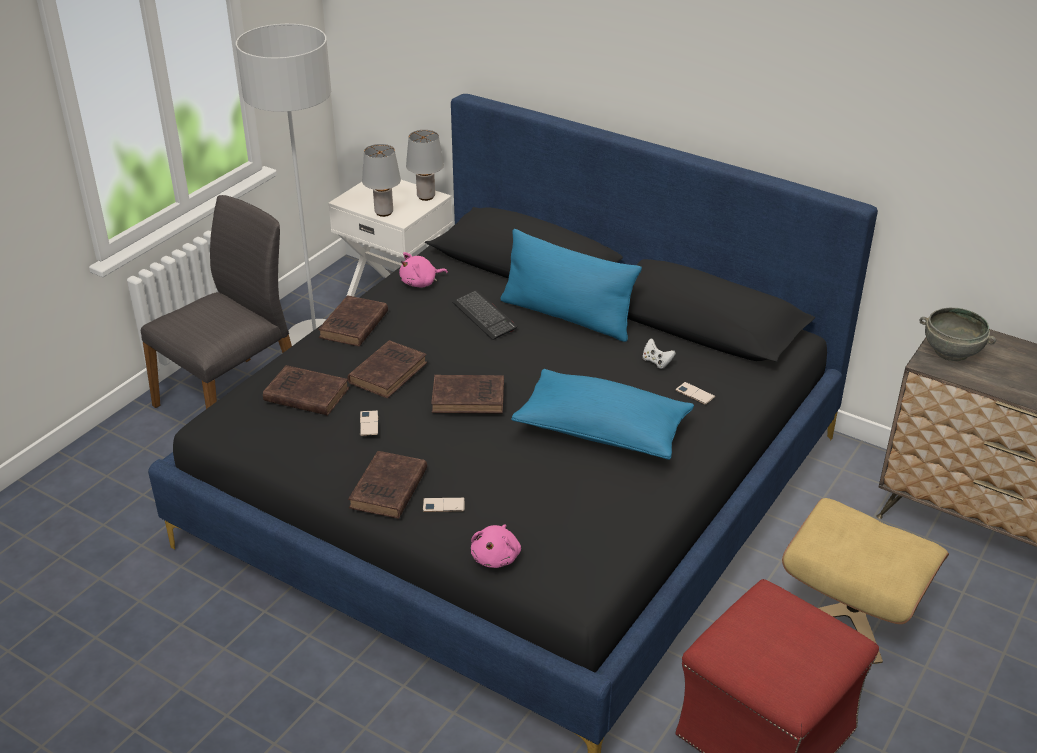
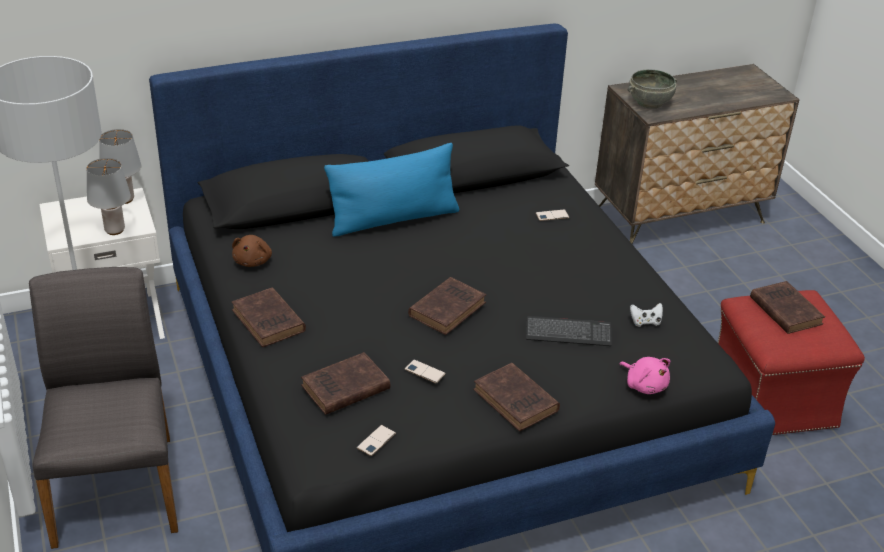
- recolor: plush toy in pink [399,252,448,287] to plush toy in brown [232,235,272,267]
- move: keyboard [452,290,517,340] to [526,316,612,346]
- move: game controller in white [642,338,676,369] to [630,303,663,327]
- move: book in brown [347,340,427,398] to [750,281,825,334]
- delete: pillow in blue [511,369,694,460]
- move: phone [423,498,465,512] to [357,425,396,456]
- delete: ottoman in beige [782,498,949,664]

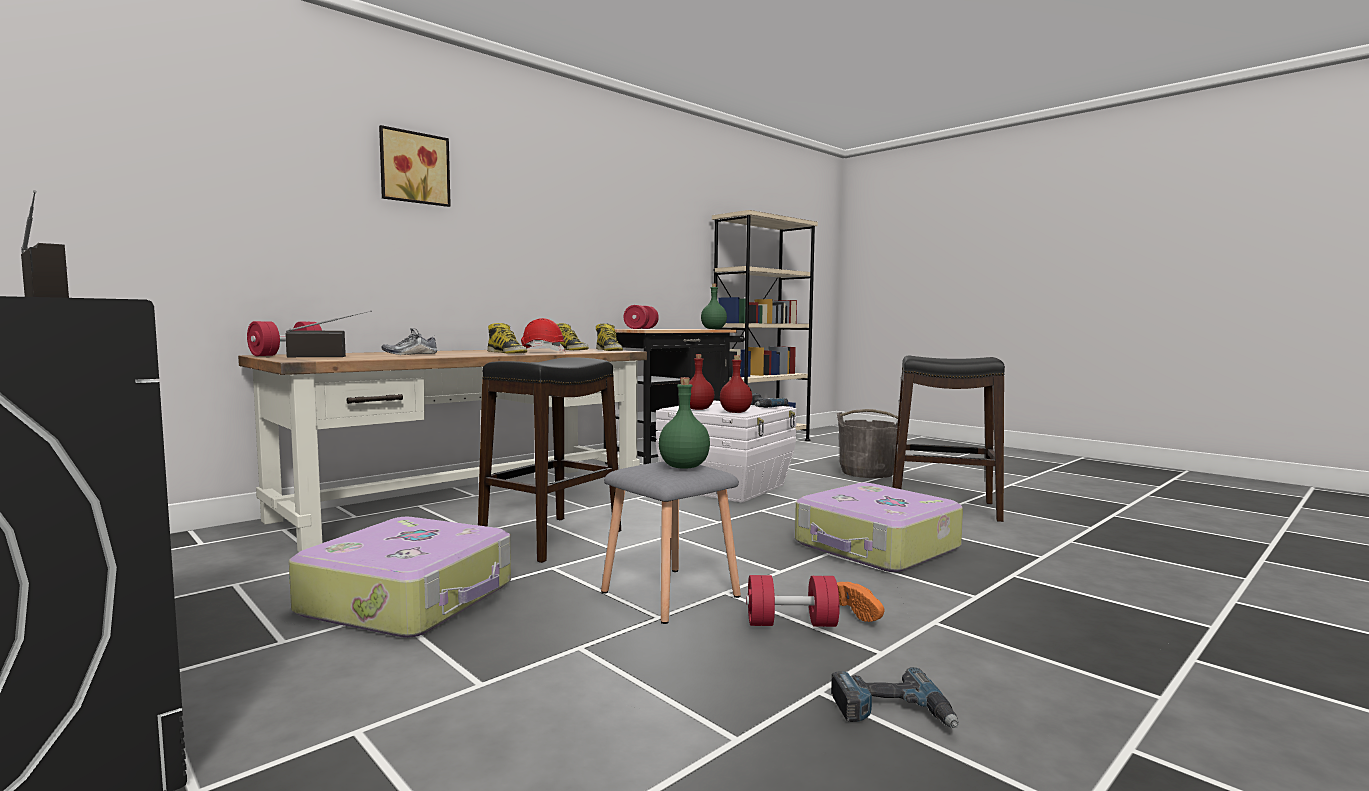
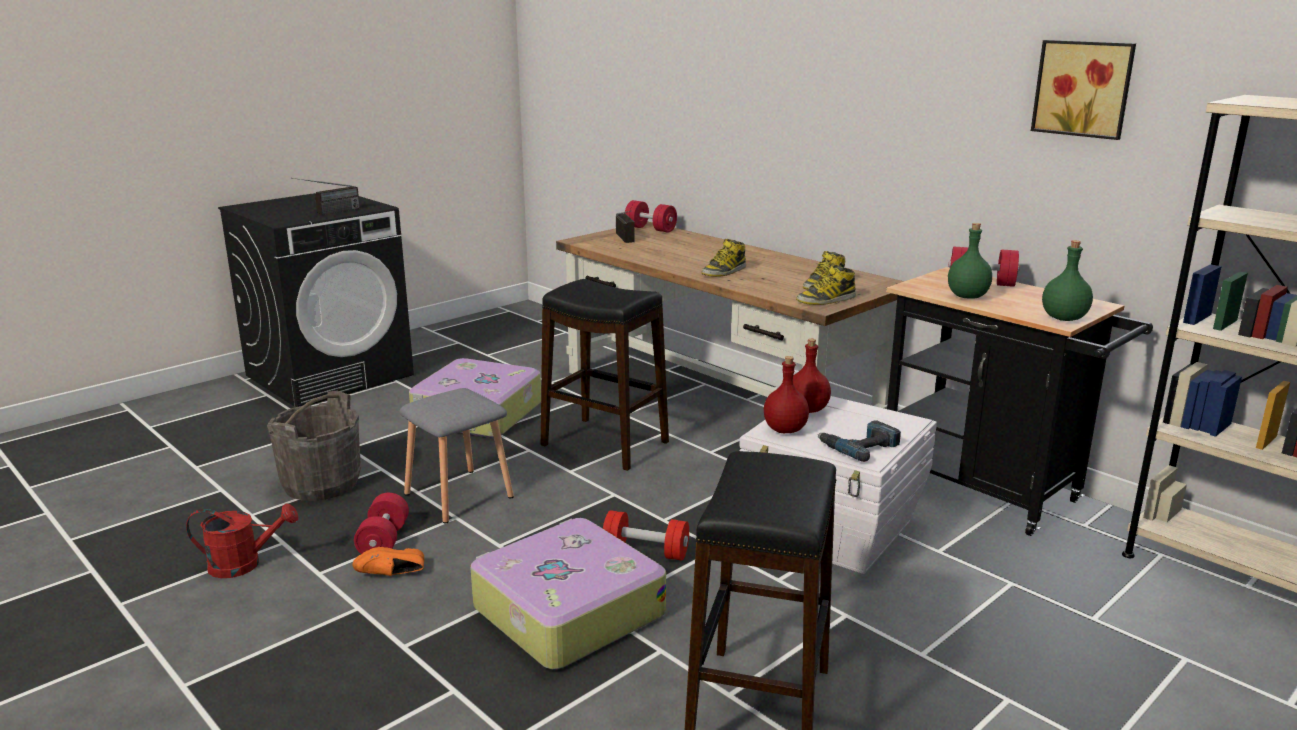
- move: picture [379,125,451,207] to [1031,40,1136,140]
- delete: hard hat in red [521,318,565,351]
- delete: shoe [382,328,437,355]
- move: bottle in green [659,377,710,469] to [948,223,992,299]
- move: bucket in grey [837,409,898,478] to [267,391,361,501]
- replace: power drill [831,667,959,728] to watering can in red [186,503,298,578]
- insert: dumbbell in red [603,510,689,561]

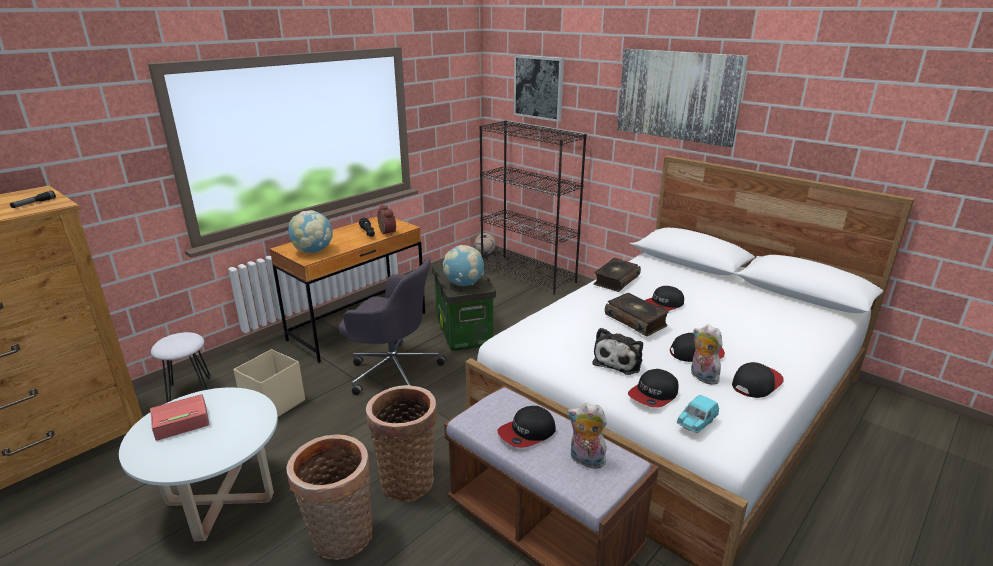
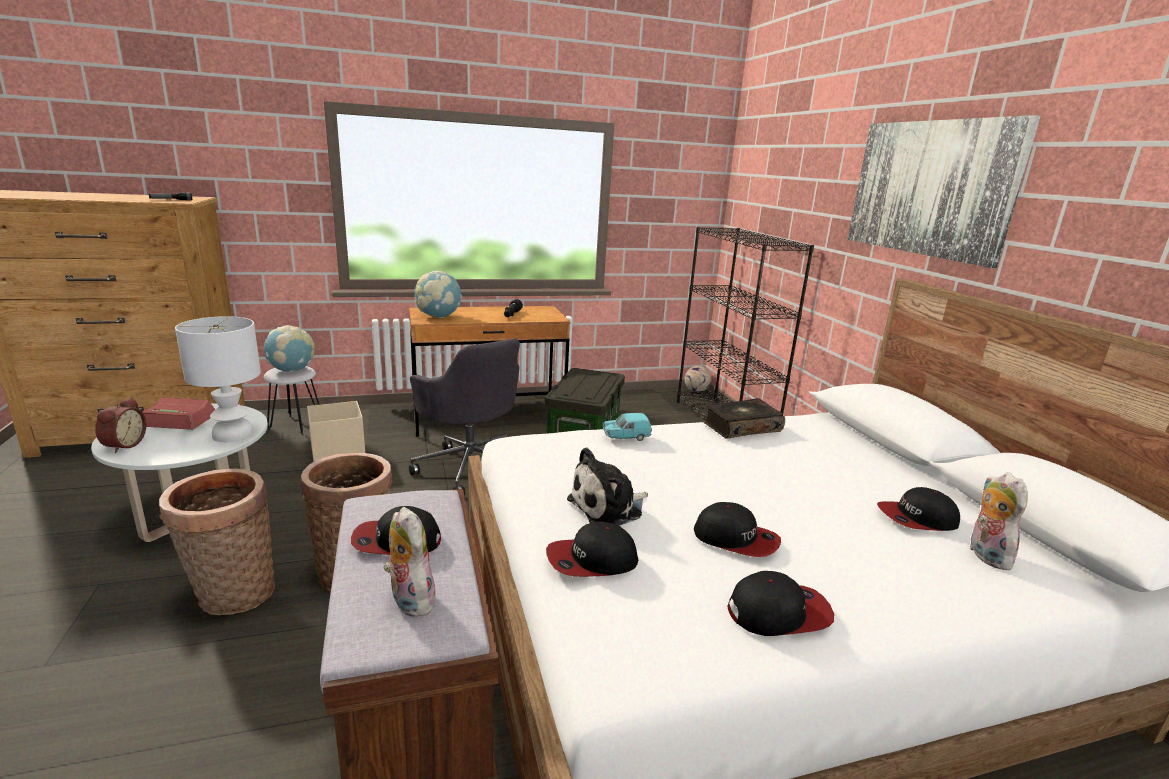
- delete: picture [514,55,564,122]
- move: alarm clock [378,205,396,235] to [95,397,147,453]
- move: globe [443,245,484,286] to [264,325,315,372]
- move: cap [645,286,684,311] to [877,487,960,531]
- delete: book [605,293,669,336]
- move: plush toy [691,325,723,385] to [970,472,1028,571]
- move: toy car in turquoise [677,395,719,433] to [603,413,652,441]
- insert: table lamp in white [175,316,261,442]

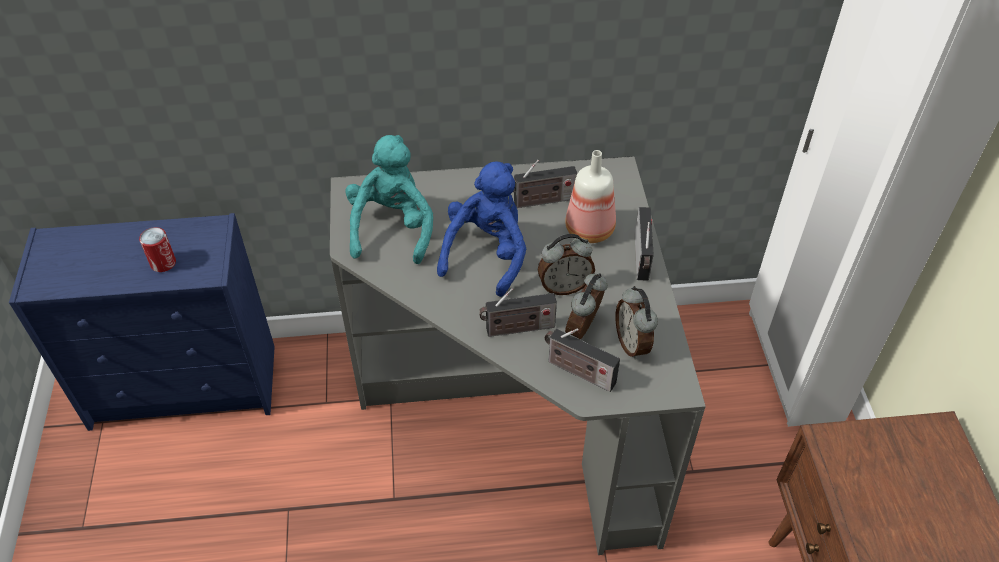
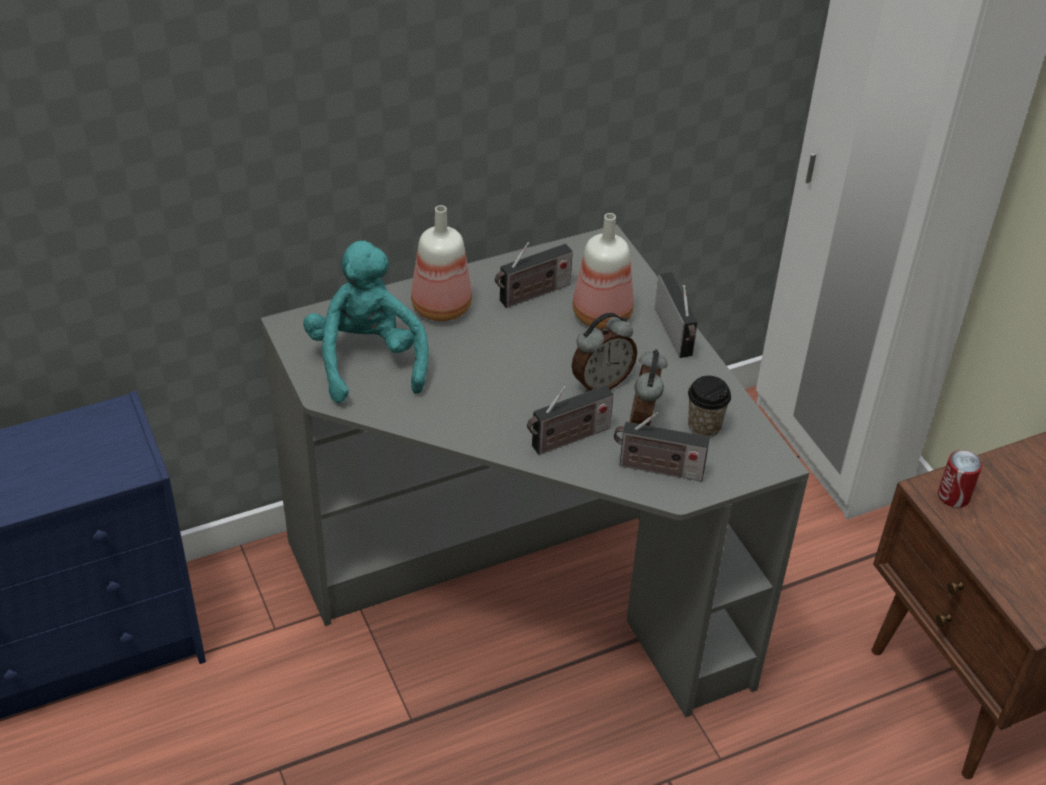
- delete: plush toy in blue [437,162,526,297]
- move: can [139,227,176,272] to [938,450,982,508]
- replace: alarm clock [616,286,658,360] to cup [688,376,731,437]
- insert: bottle [411,205,472,321]

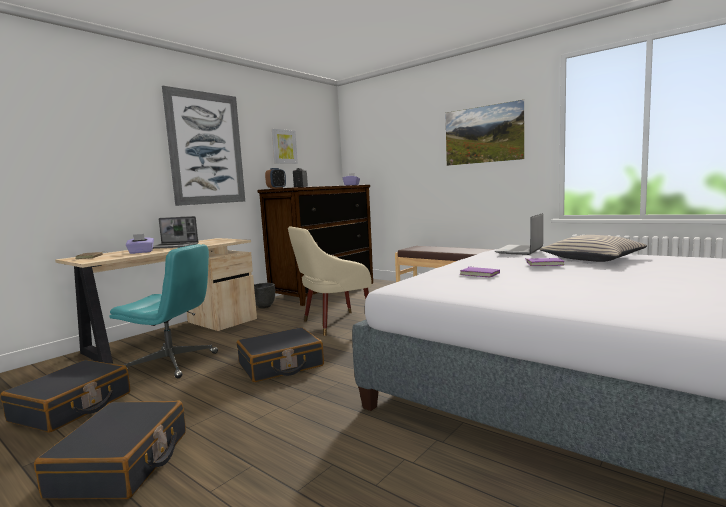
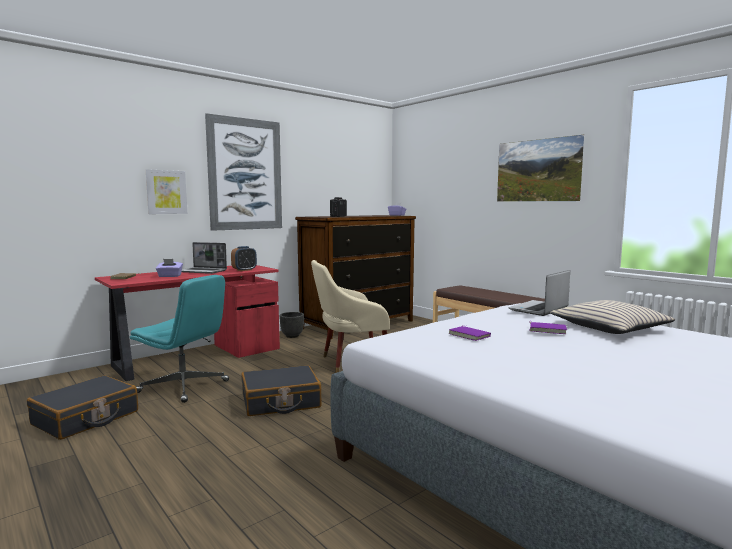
- move: picture [272,129,298,164] to [146,169,187,214]
- move: alarm clock [265,168,286,189] to [231,246,257,271]
- recolor: desk in beige [55,238,257,364] to desk in red [95,265,280,381]
- delete: suitcase in black [34,401,186,499]

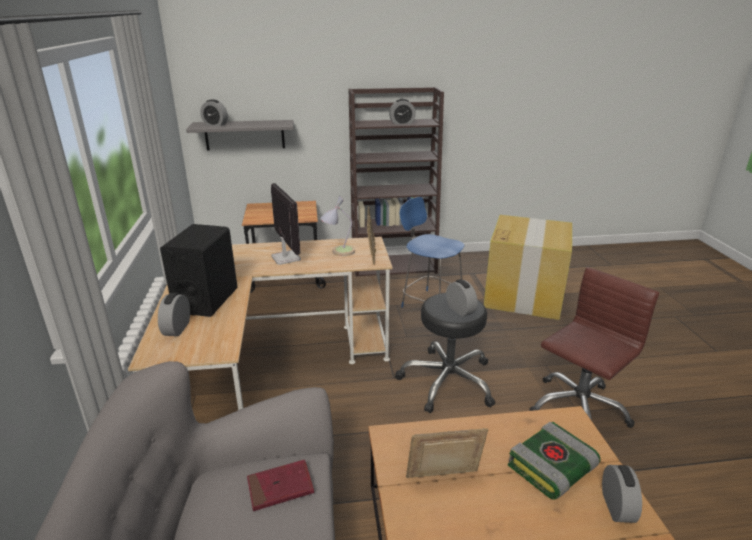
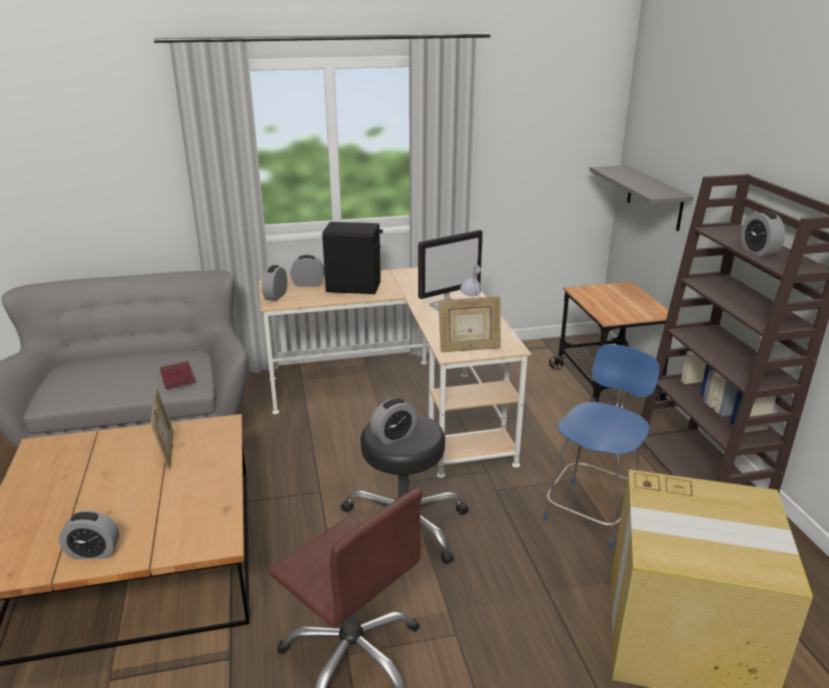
- move: alarm clock [200,99,228,126] to [262,265,287,301]
- delete: book [508,422,601,500]

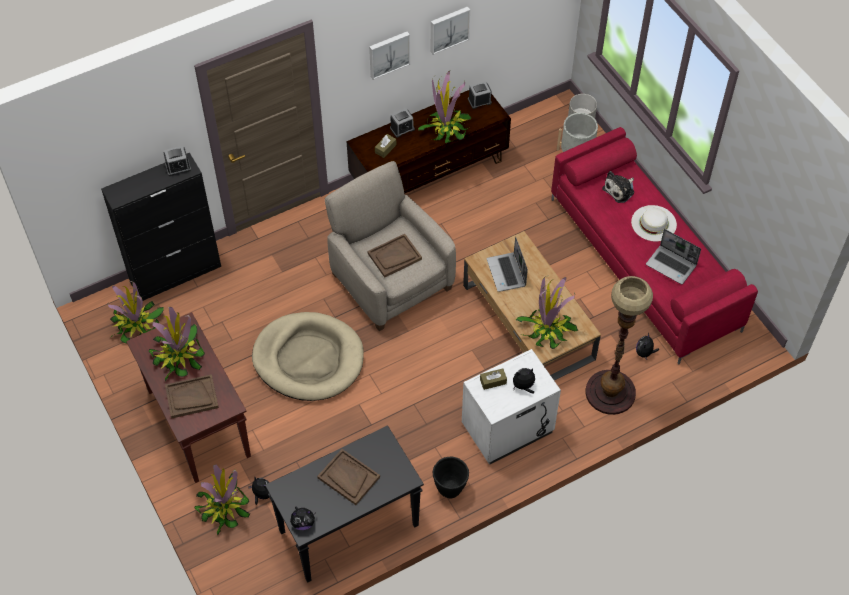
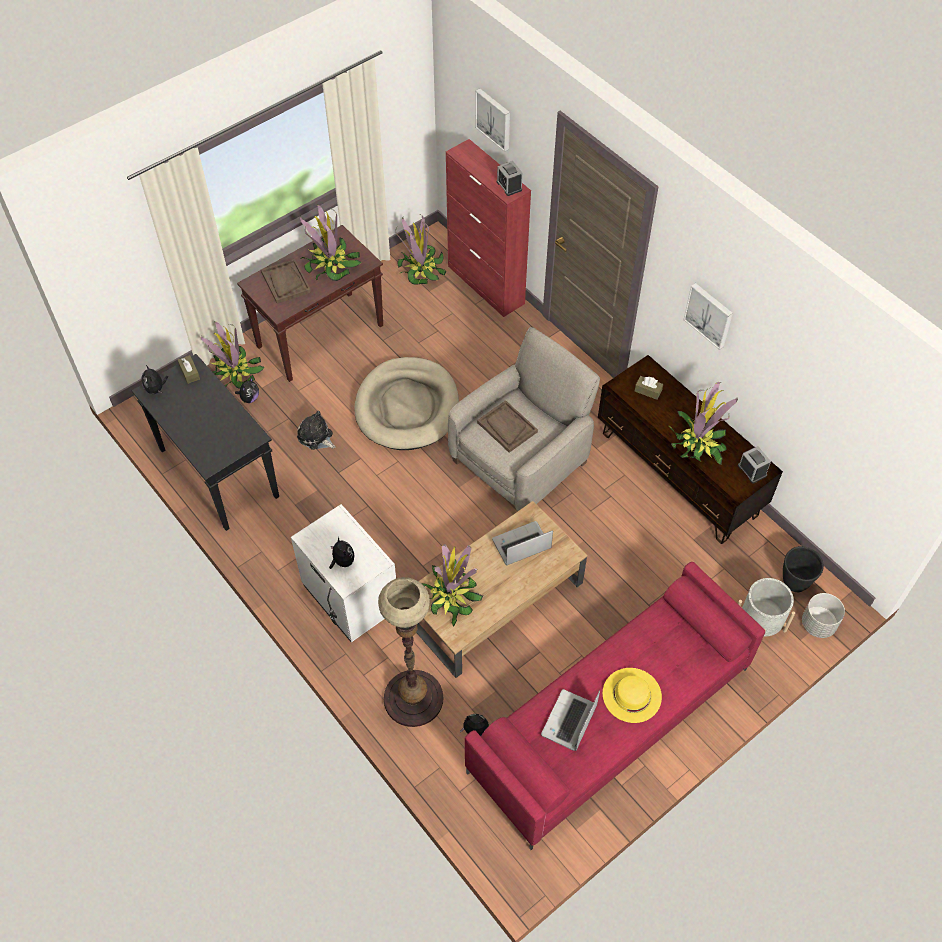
- move: picture [431,7,470,55] to [475,89,510,152]
- delete: alarm clock [390,108,415,138]
- recolor: cabinet in black [101,153,221,301] to cabinet in red [446,139,531,317]
- move: plush toy [602,171,634,203] to [297,411,336,450]
- recolor: hat in white [631,205,677,241] to hat in yellow [603,668,662,723]
- move: tissue box in brown [480,368,507,390] to [178,355,200,384]
- delete: tray in brown [317,449,380,505]
- move: planter in black [433,457,469,498] to [783,546,824,592]

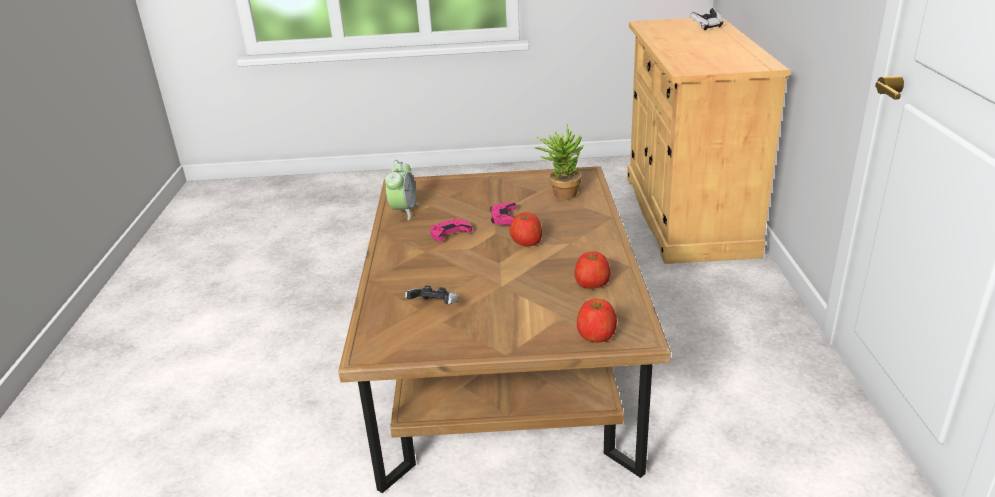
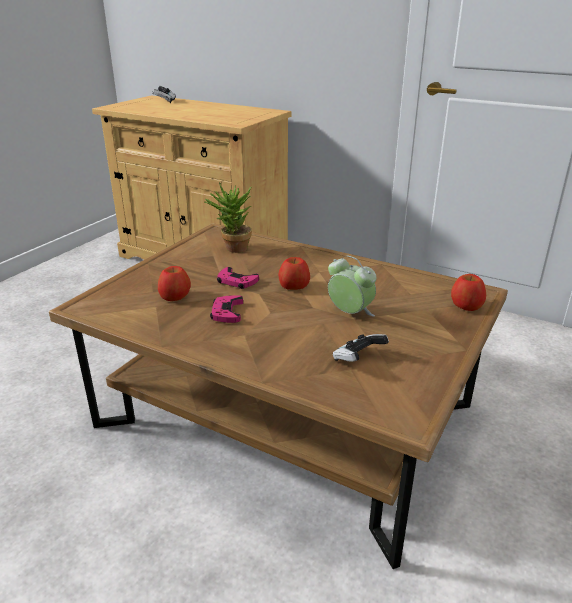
- move: alarm clock [385,160,418,220] to [328,256,376,316]
- move: apple [574,251,611,289] to [158,266,191,301]

